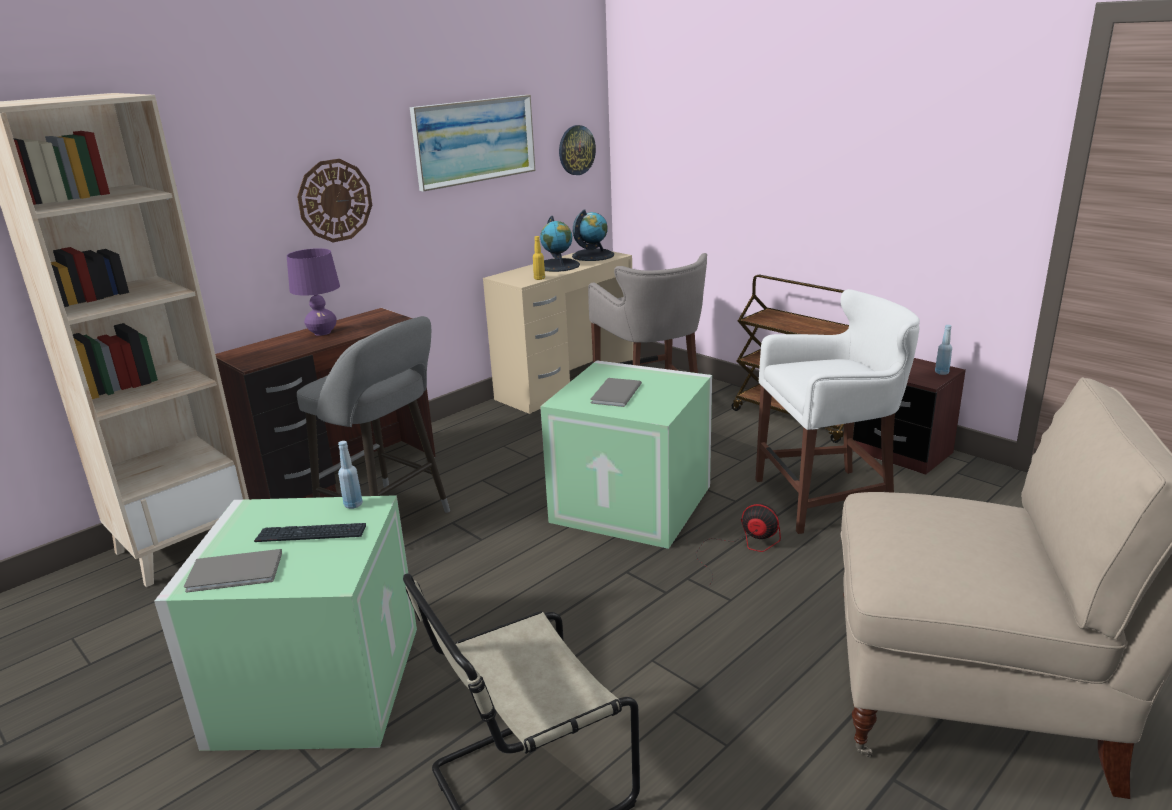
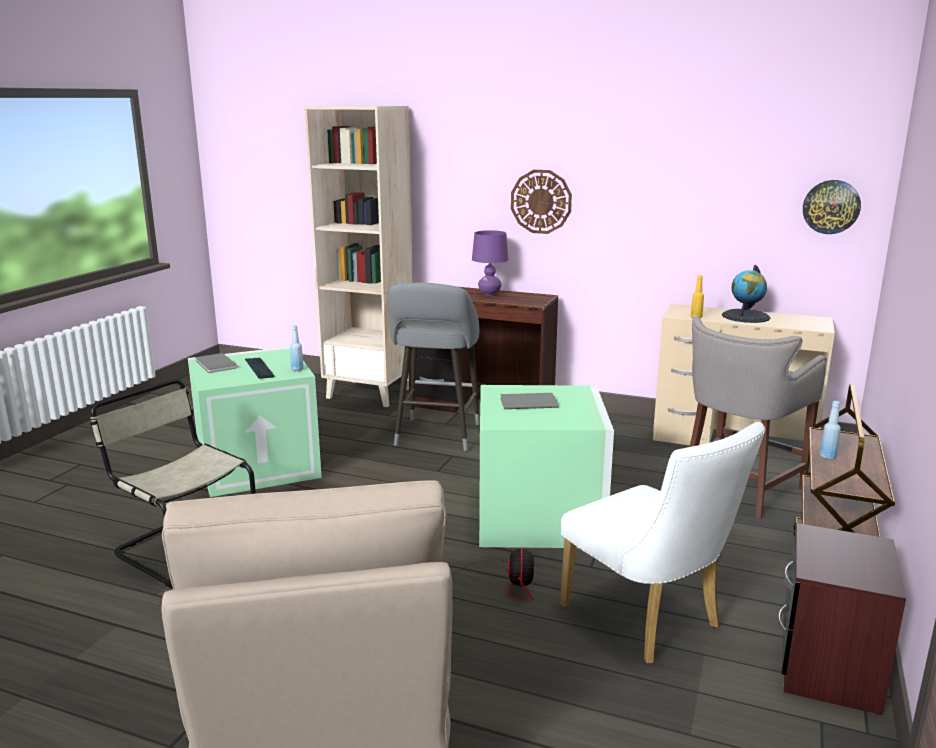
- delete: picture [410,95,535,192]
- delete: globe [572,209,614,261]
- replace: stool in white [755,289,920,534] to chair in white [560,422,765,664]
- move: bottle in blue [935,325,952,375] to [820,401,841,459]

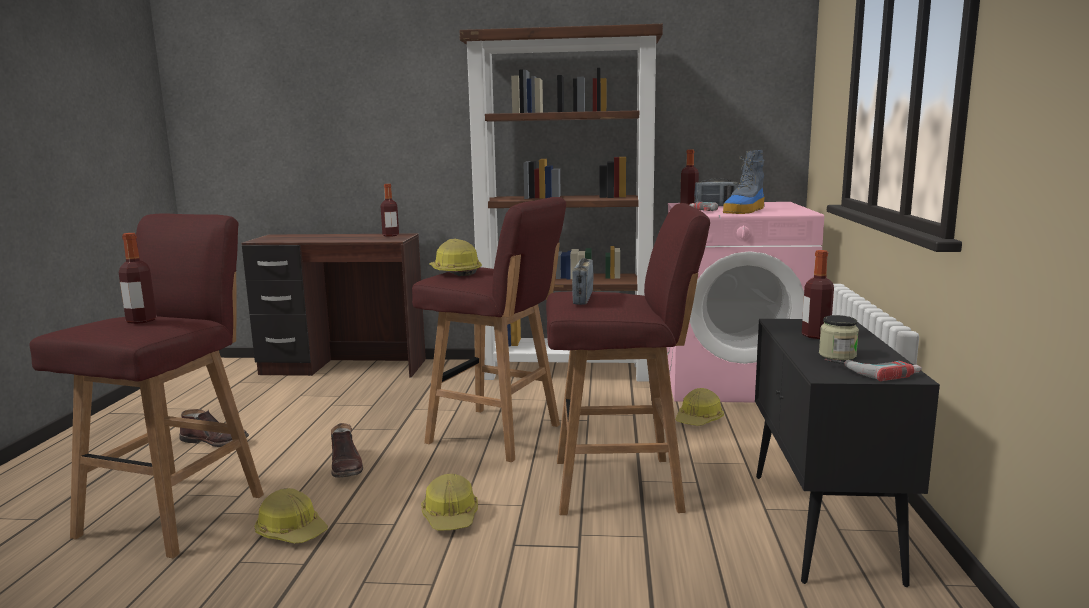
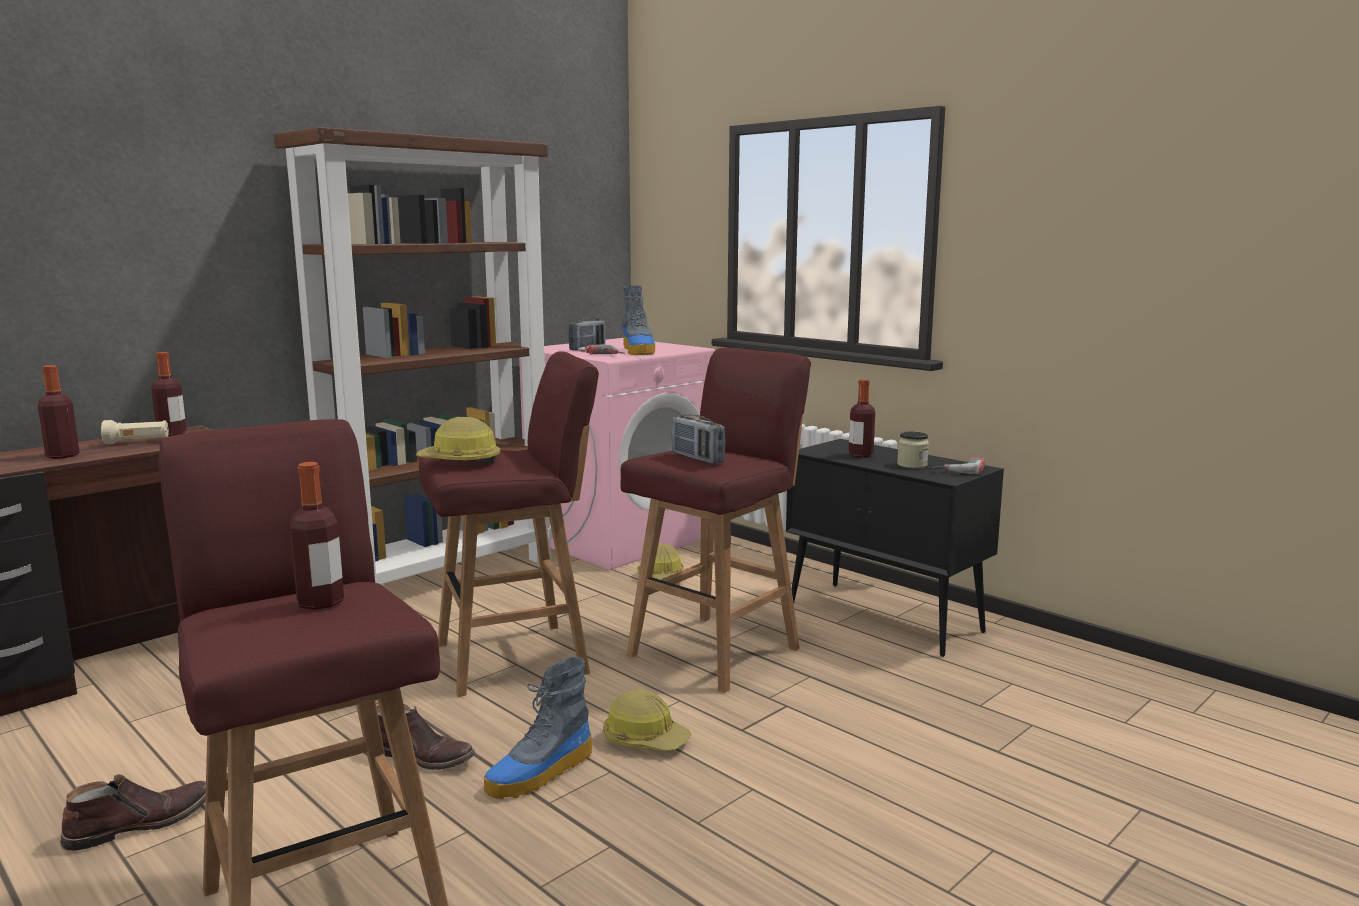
- move: bottle [680,149,699,205] to [38,365,80,459]
- delete: hard hat [255,488,328,543]
- insert: flashlight in beige [101,420,169,444]
- insert: boot [484,657,592,799]

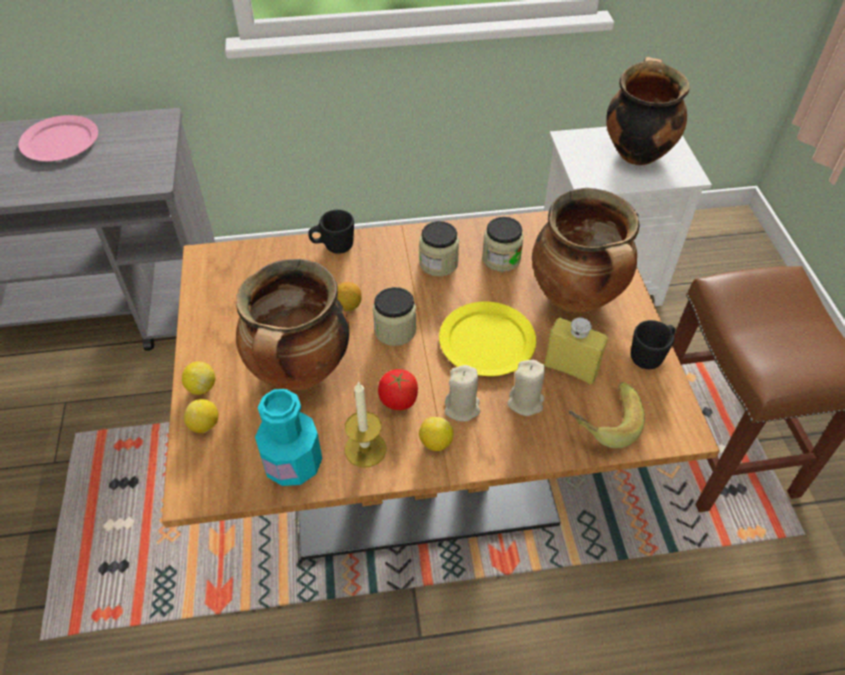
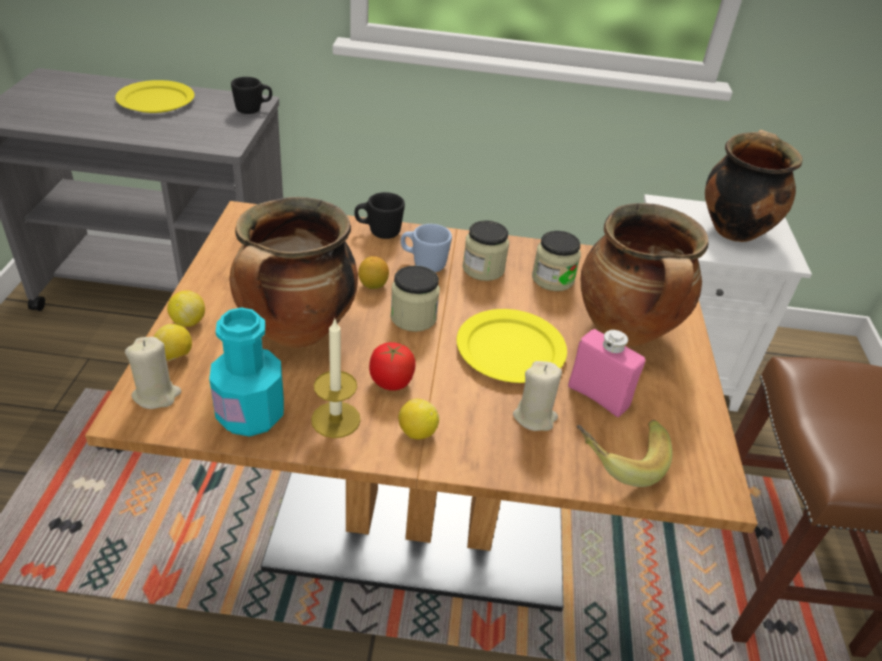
- recolor: plate in pink [19,115,98,161] to plate in yellow [115,80,194,113]
- recolor: bottle in yellow [544,317,608,384] to bottle in pink [568,329,645,417]
- move: mug in black [631,320,676,369] to [231,77,272,114]
- move: candle in beige [445,365,480,422] to [125,337,181,409]
- insert: mug in blue [401,224,452,272]

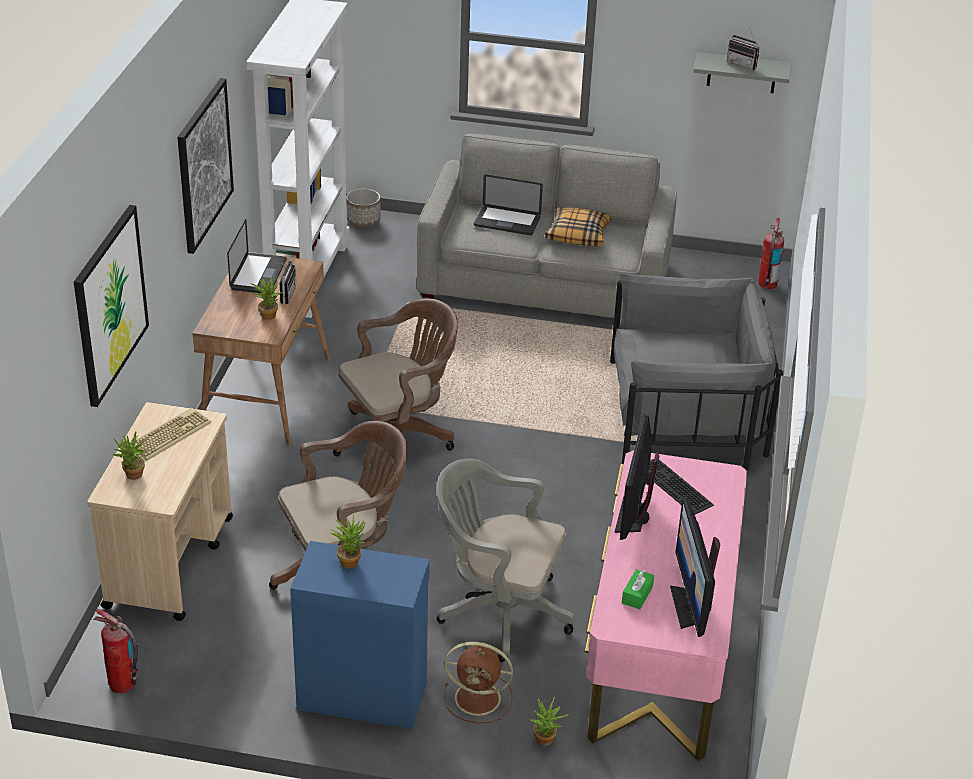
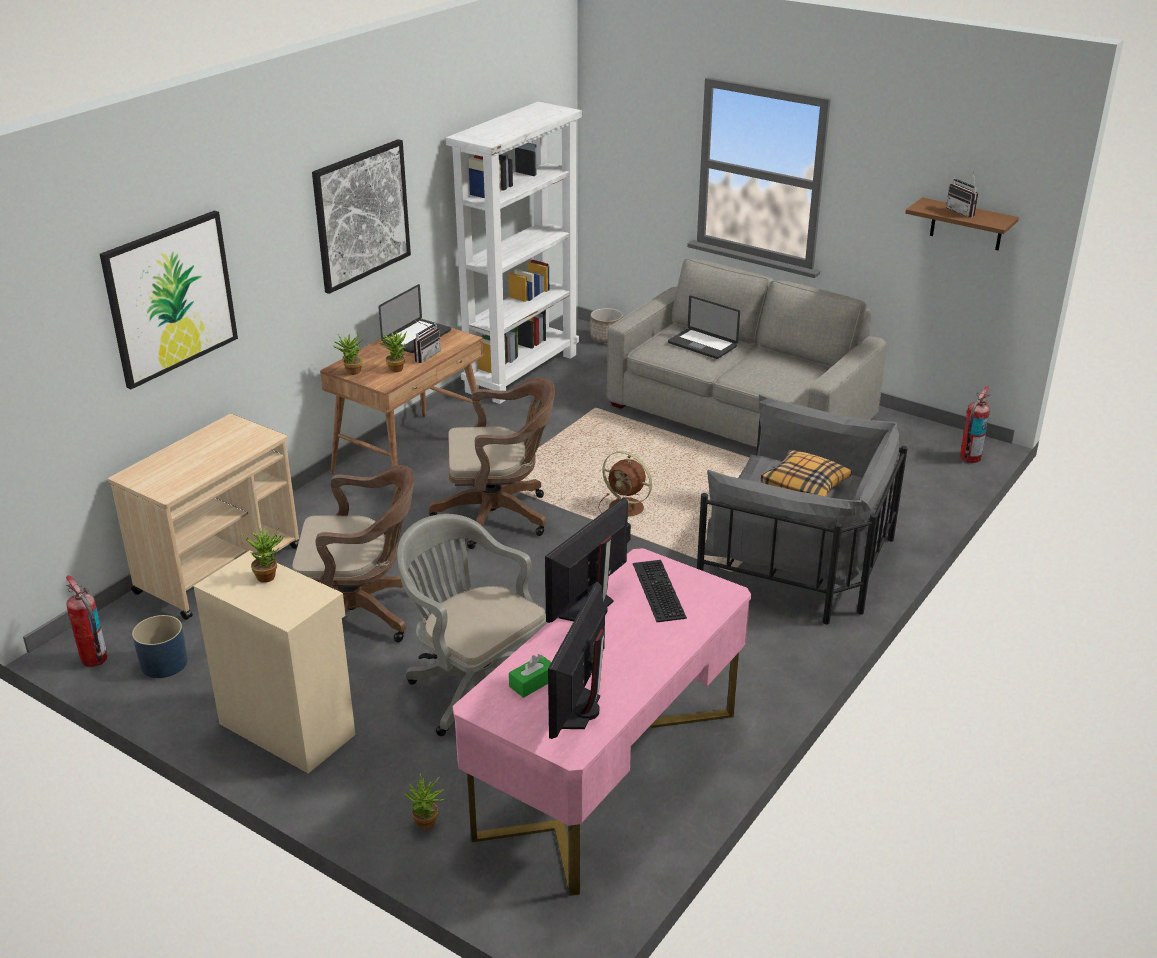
- recolor: shelf in grey [693,52,791,93] to shelf in brown [905,197,1019,250]
- move: pillow [545,207,611,246] to [761,450,851,497]
- delete: keyboard [134,408,211,461]
- move: potted plant [113,431,148,480] to [333,333,364,375]
- recolor: cabinet in blue [290,541,430,729] to cabinet in beige [194,550,356,774]
- move: fan in brown [444,642,513,723] to [598,451,652,517]
- insert: planter in blue [132,615,188,678]

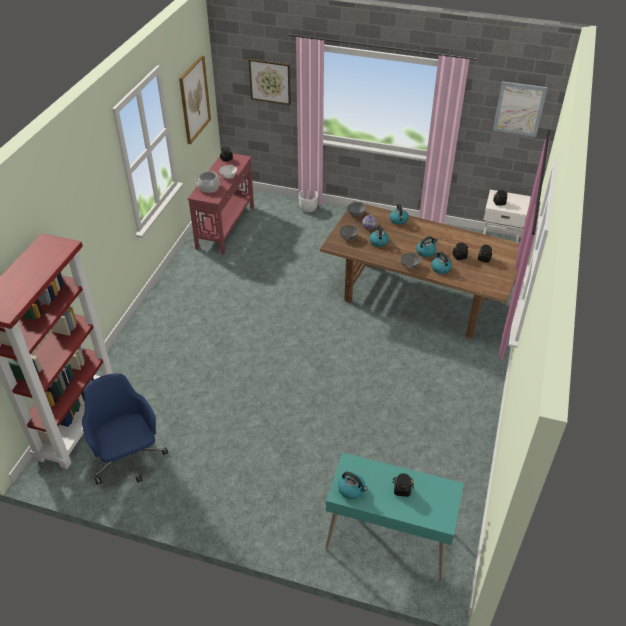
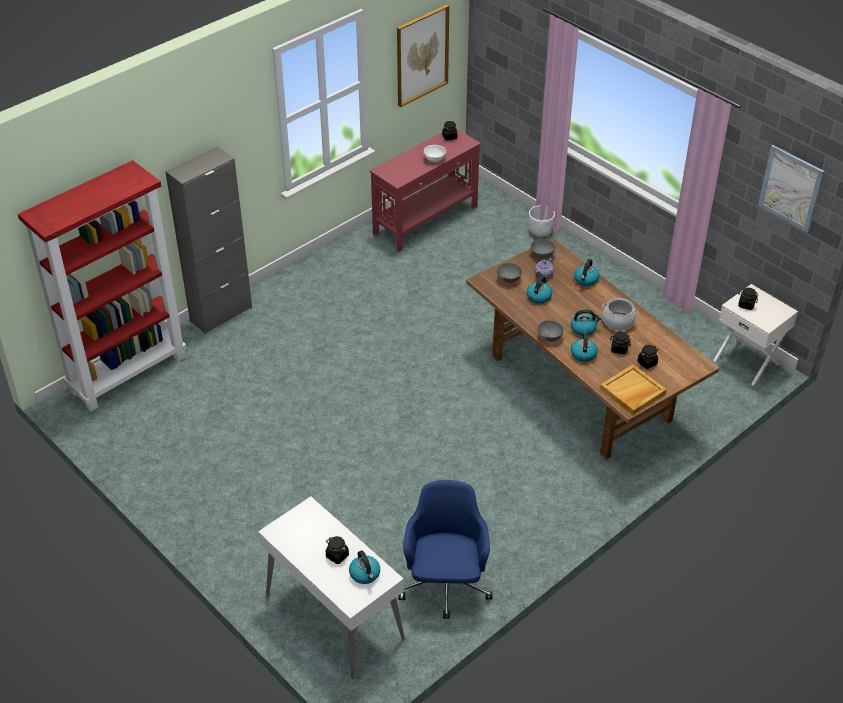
- delete: picture [248,59,291,105]
- move: cooking pot [195,171,220,193] to [602,298,638,331]
- move: office chair in blue [82,373,168,485] to [399,480,492,619]
- recolor: desk in turquoise [325,453,464,582] to desk in white [258,496,405,679]
- move: kettle [338,472,368,499] to [349,551,380,584]
- insert: cabinet in grey [165,146,252,334]
- insert: tray in beige [600,364,667,415]

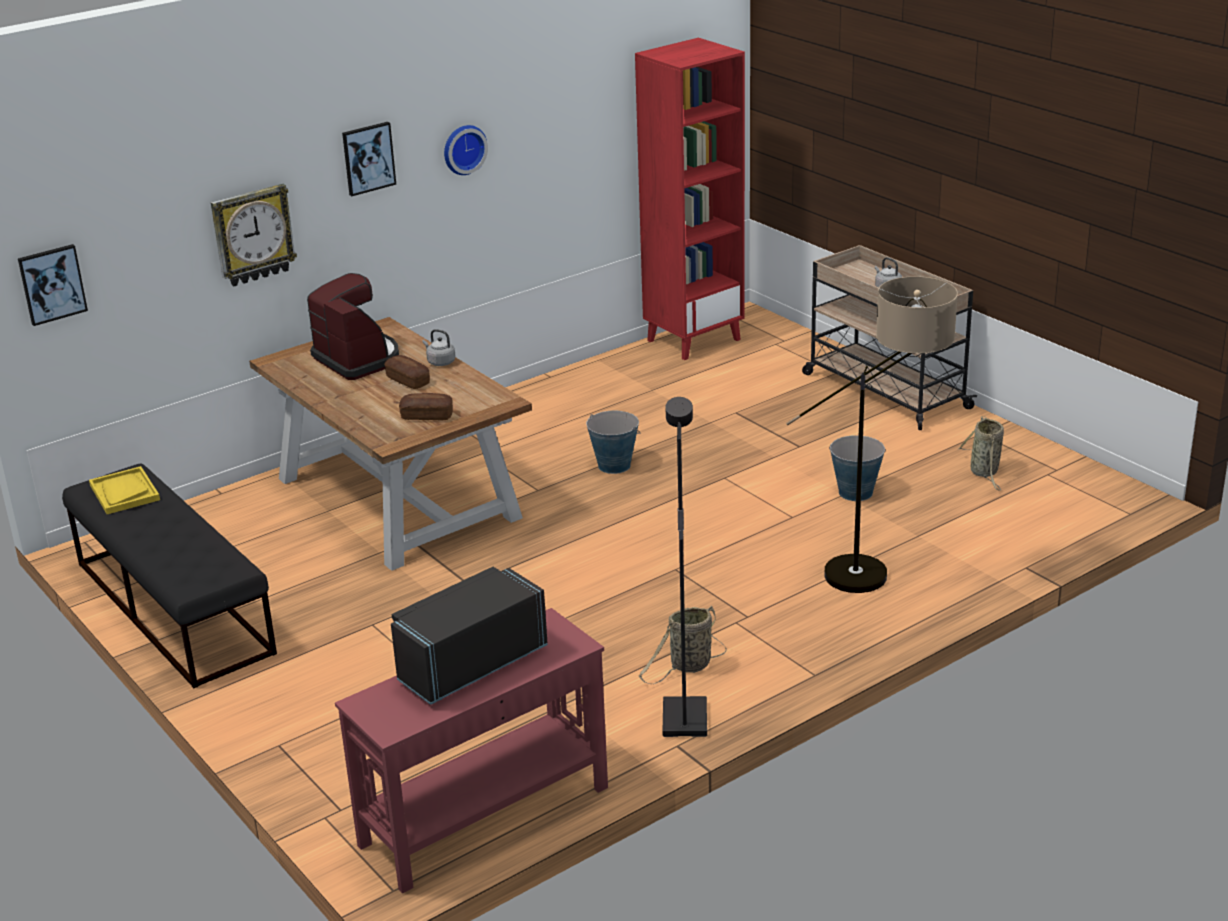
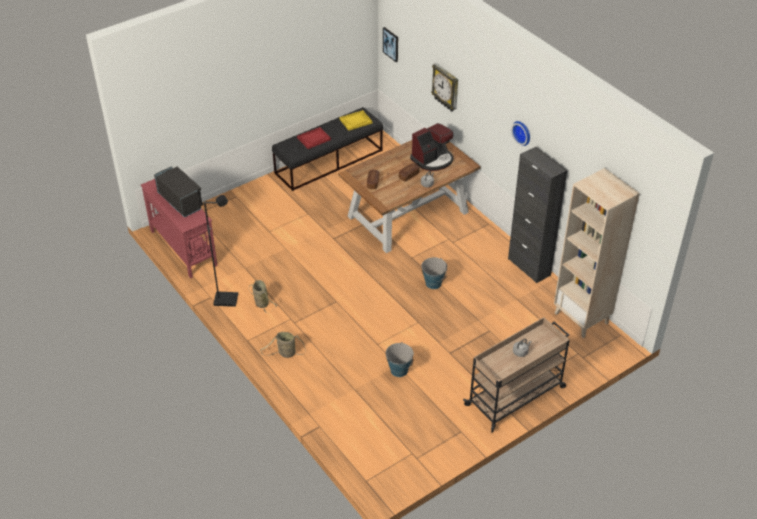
- recolor: bookcase in red [635,38,745,360] to bookcase in beige [554,168,640,338]
- delete: picture [342,122,396,196]
- delete: floor lamp [786,276,958,593]
- move: basket [957,416,1004,491] to [260,332,305,358]
- insert: tray in red [297,127,331,149]
- insert: cabinet in black [508,147,567,283]

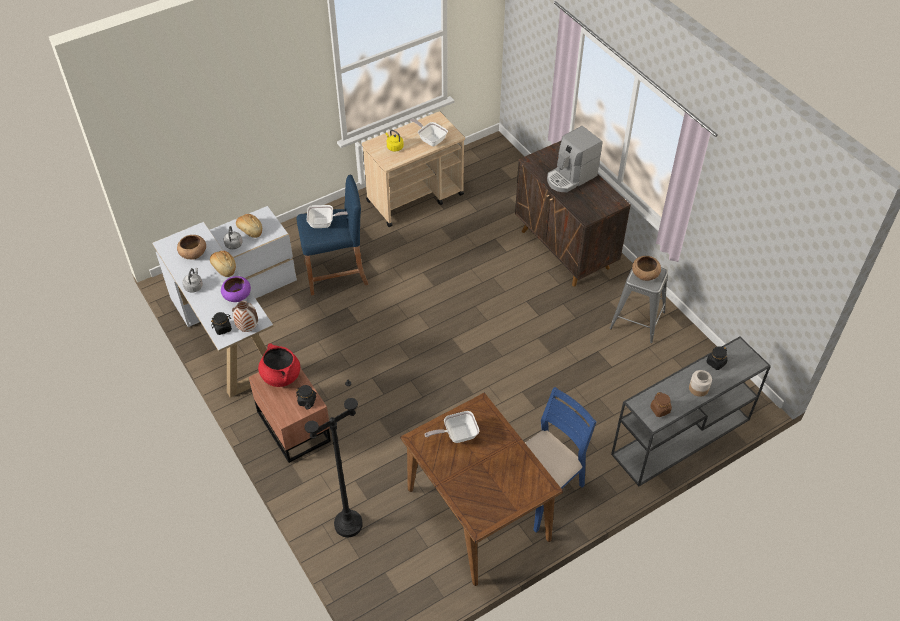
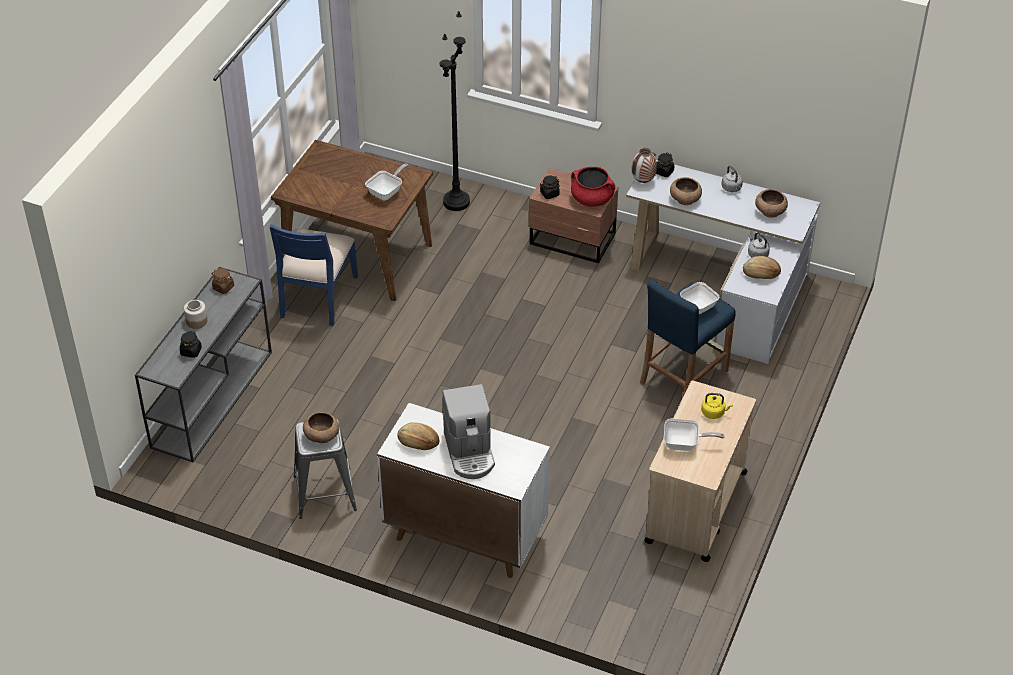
- rotate: coffee machine [547,126,603,192] = [443,384,495,479] 150 degrees clockwise
- recolor: cabinet in brown [515,141,631,286] to cabinet in white [377,403,550,578]
- move: bread [210,251,236,277] to [397,422,439,450]
- recolor: bowl in purple [221,276,251,302] to bowl in brown [670,177,702,205]

